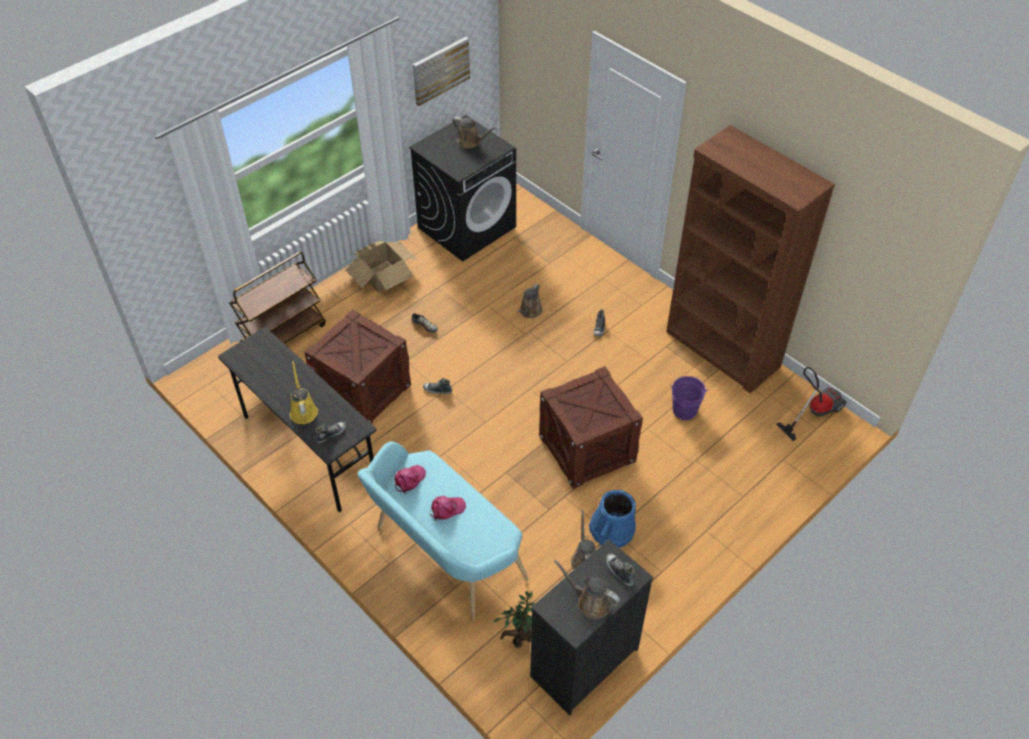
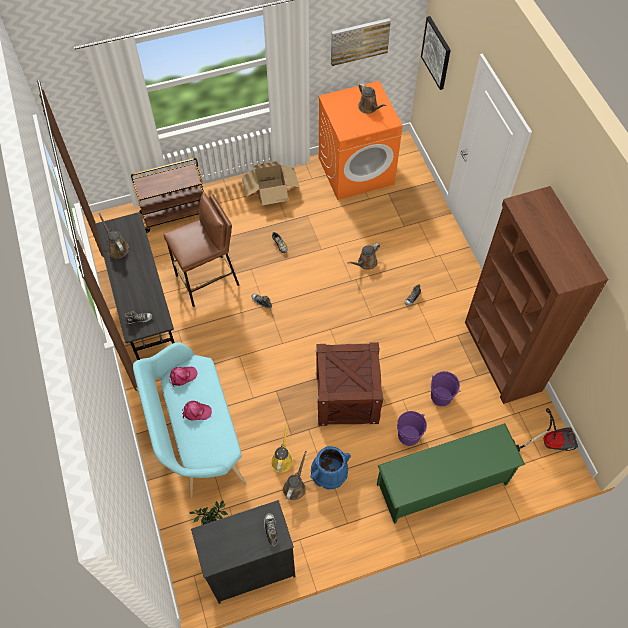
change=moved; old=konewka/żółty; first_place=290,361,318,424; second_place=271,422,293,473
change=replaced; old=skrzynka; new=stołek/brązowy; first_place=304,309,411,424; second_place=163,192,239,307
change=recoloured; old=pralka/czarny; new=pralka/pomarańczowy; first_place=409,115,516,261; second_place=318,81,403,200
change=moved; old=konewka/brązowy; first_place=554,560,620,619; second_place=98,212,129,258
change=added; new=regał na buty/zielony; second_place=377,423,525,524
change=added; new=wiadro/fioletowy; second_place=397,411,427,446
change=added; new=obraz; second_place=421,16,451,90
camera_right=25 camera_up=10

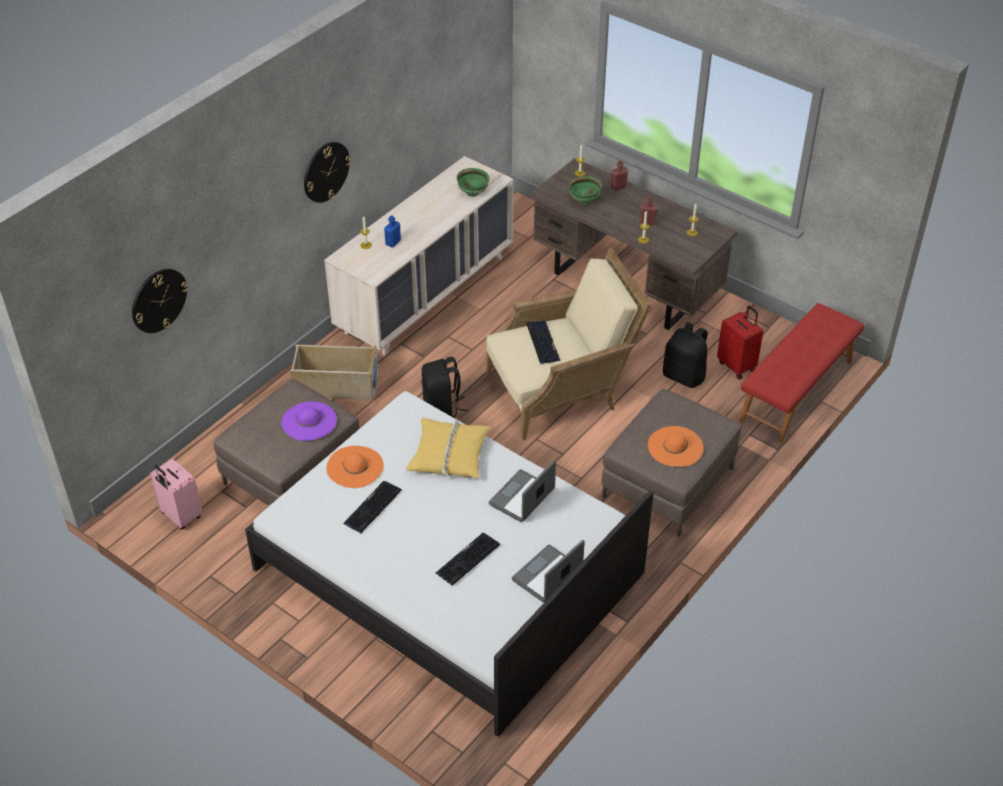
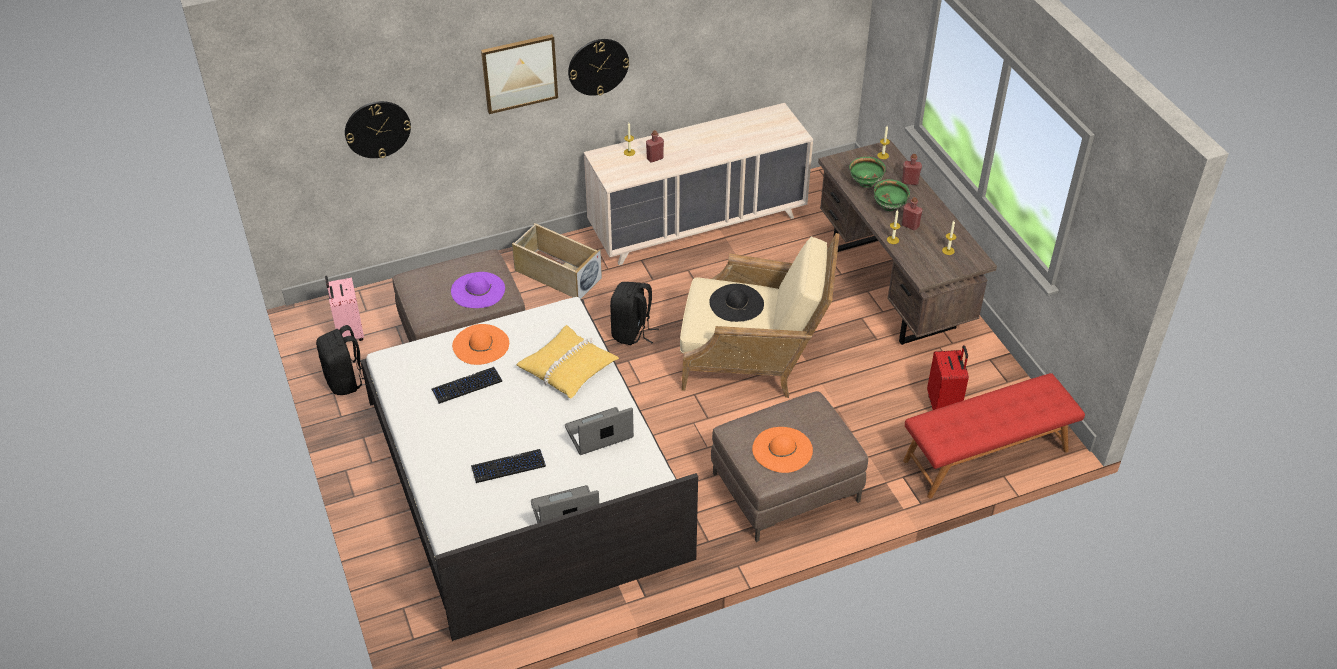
change=recoloured; old=butelka/niebieski; new=butelka/czerwony; first_place=384,215,401,247; second_place=646,130,664,163
change=moved; old=miska/zielony; first_place=457,168,489,197; second_place=874,179,910,211
change=replaced; old=klawiatura; new=kapelusz/czarny; first_place=527,321,560,364; second_place=710,284,764,322
change=moved; old=plecak/czarny; first_place=663,322,708,388; second_place=316,325,364,395
change=added; new=obraz; second_place=481,34,558,114
camera_right=30 camera_up=0

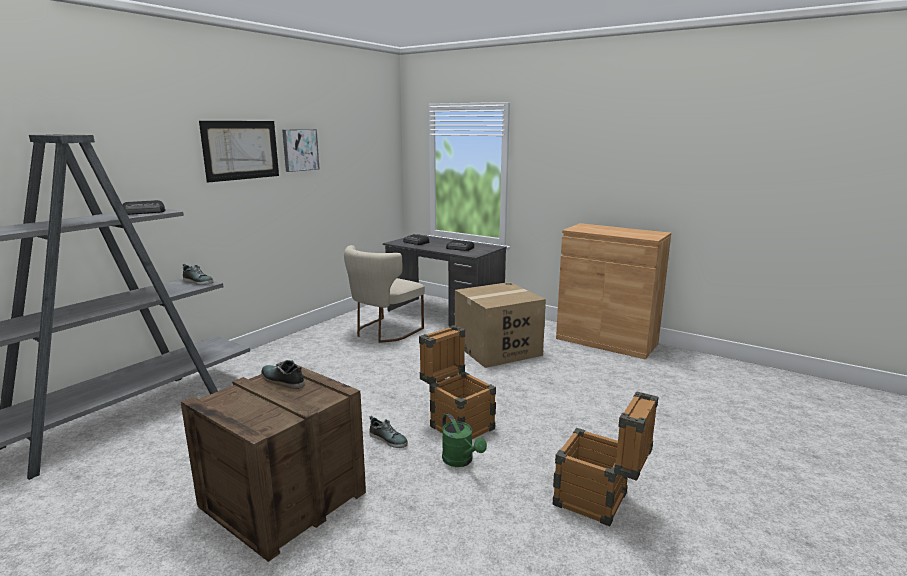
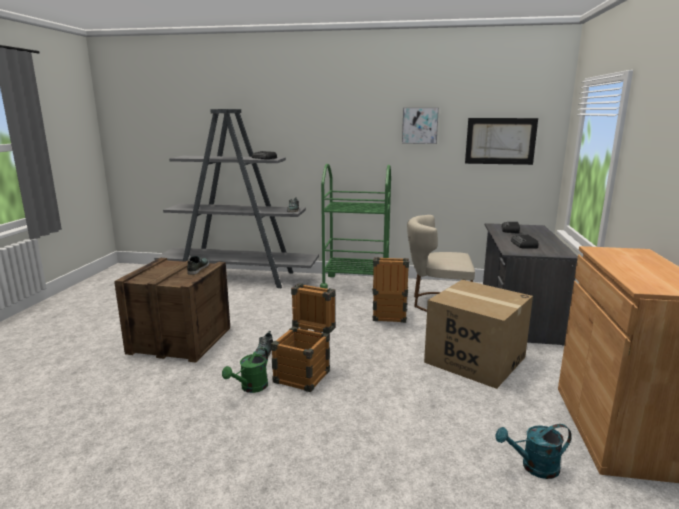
change=moved; old=obraz; first_place=199,121,279,183; second_place=465,118,538,165
change=moved; old=skrzynka; first_place=553,391,658,526; second_place=372,257,409,323
change=added; new=wózek/zielony; second_place=320,164,391,289
change=added; new=konewka/turkusowy; second_place=495,424,572,479
camera_right=65 camera_up=0

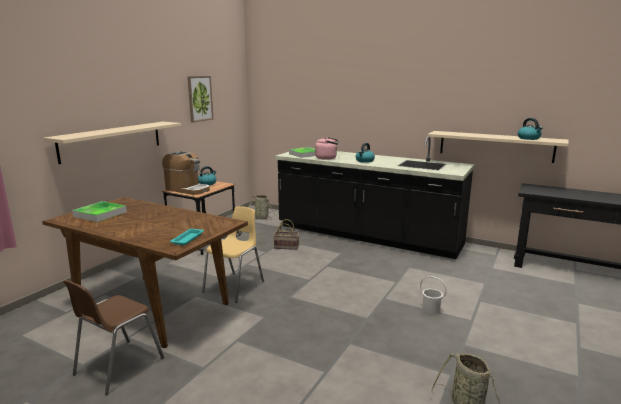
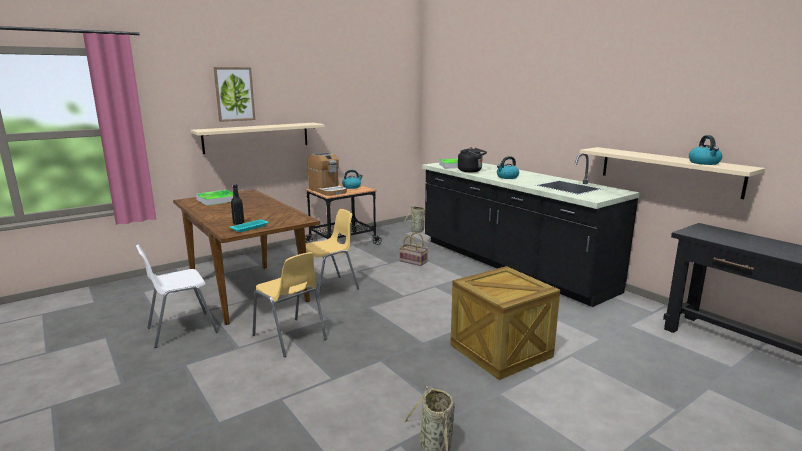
change=recoloured; old=krzesło/brązowy; new=krzesło/biały; first_place=63,280,164,395; second_place=136,245,218,348
change=moved; old=obraz; first_place=187,76,213,122; second_place=213,67,255,122
change=recoloured; old=czajnik/różowy; new=czajnik/czarny; first_place=315,137,339,160; second_place=458,147,487,172
change=replaced; old=wiadro/biały; new=skrzynka; first_place=420,276,447,315; second_place=451,266,560,380
change=added; new=butelka/czarny; second_place=231,184,244,224
change=added; new=krzesło/żółty; second_place=253,252,327,357
camera_right=25 camera_up=0

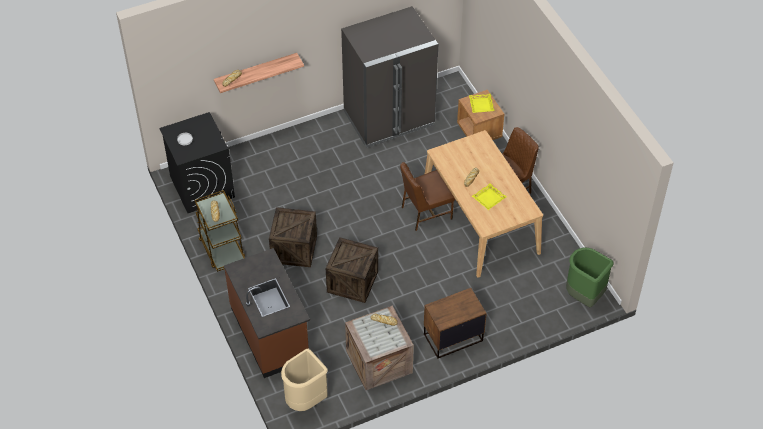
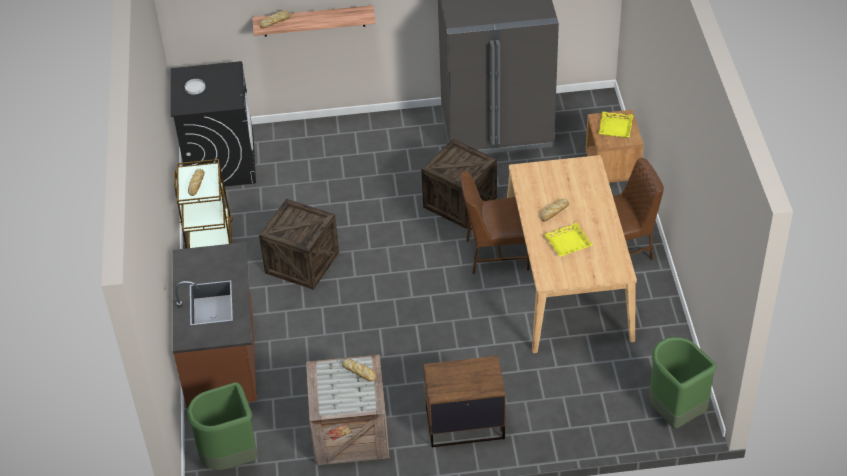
change=recoloured; old=kosz na śmieci/beżowy; new=kosz na śmieci/zielony; first_place=281,349,328,411; second_place=187,382,258,470
change=moved; old=skrzynka; first_place=326,237,378,303; second_place=421,139,497,229
camera_right=20 camera_up=-5

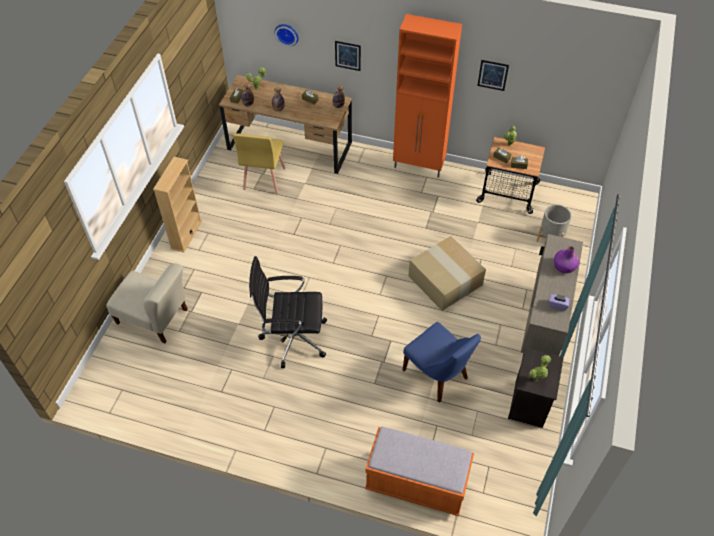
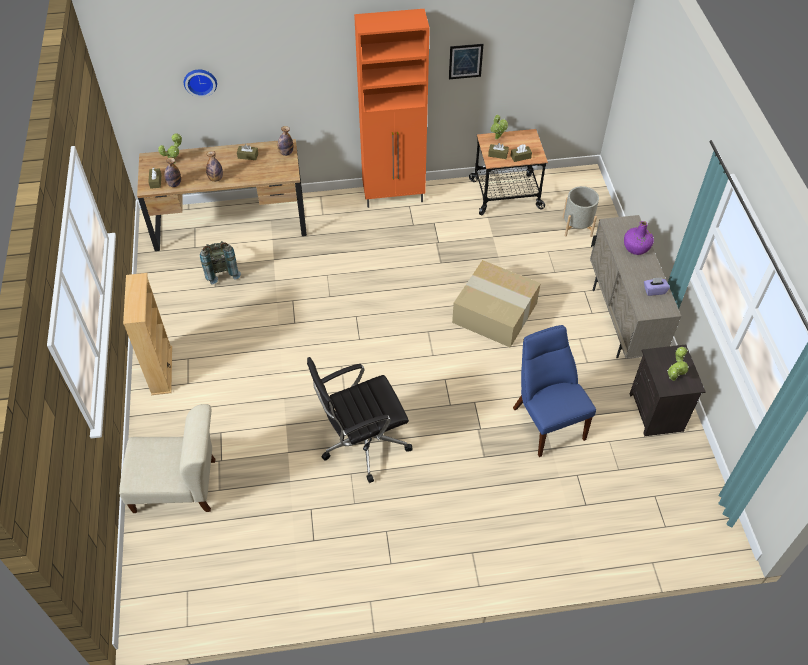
change=replaced; old=krzesło/żółty; new=plecak/szary; first_place=233,133,286,194; second_place=200,241,241,284
change=removed; old=obraz; first_place=335,41,361,71
change=removed; old=ławka/pomarańczowy; first_place=365,427,474,516
change=turned; old=krzesło/niebieski; first_place=403,322,481,403; second_place=513,325,596,457; degrees=-135
camera_right=-25 camera_up=0

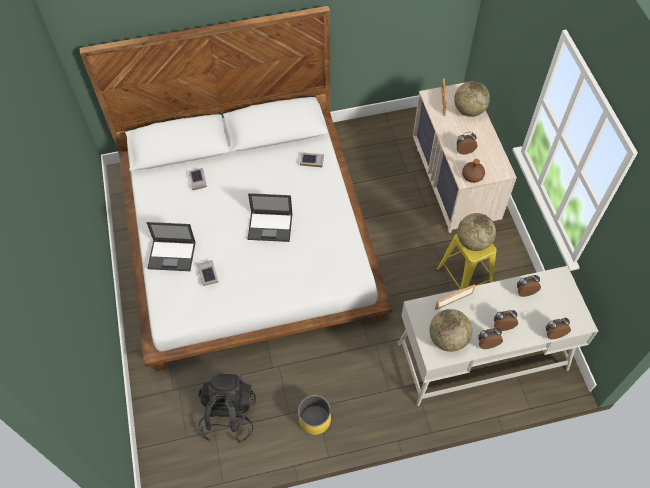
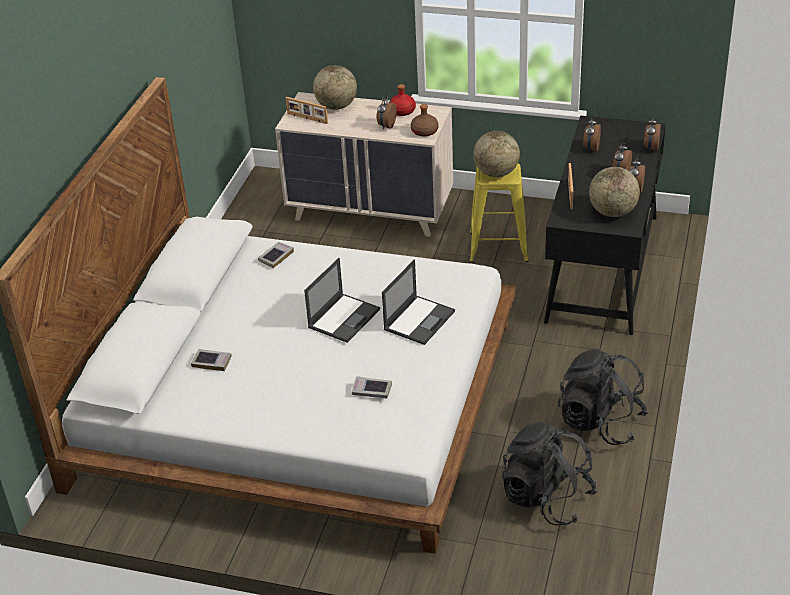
change=moved; old=laptop; first_place=146,222,196,271; second_place=382,260,455,345
change=replaced; old=donica/żółty; new=plecak/czarny; first_place=298,395,331,435; second_place=558,348,649,445
change=recoloured; old=biurko/biały; new=biurko/czarny; first_place=398,266,598,406; second_place=544,115,666,335
change=added; new=butelka/czerwony; second_place=389,84,416,116
camera_right=-60 camera_up=-20

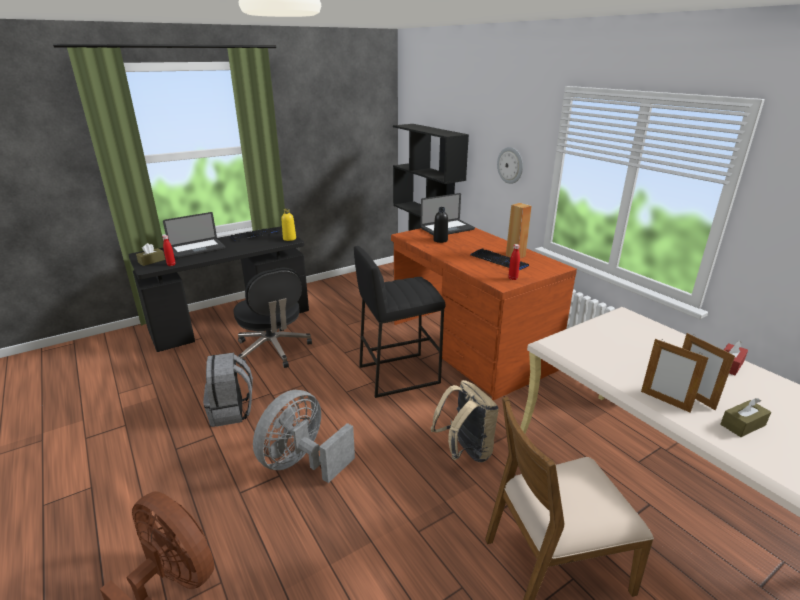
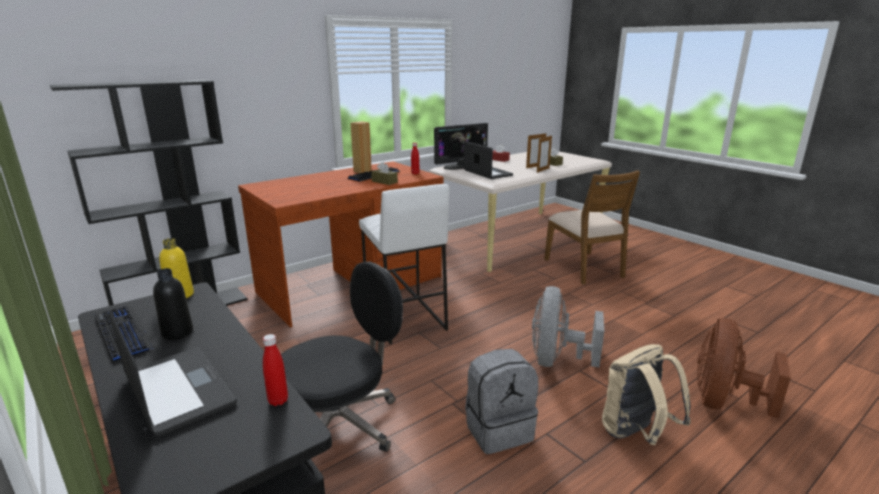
change=moved; old=pudełko chusteczek/brązowy; first_place=136,243,165,266; second_place=371,162,398,185
change=turned; old=wentylator/szary; first_place=253,390,355,483; second_place=532,286,604,367; degrees=75
change=recoloured; old=stołek/czarny; new=stołek/biały; first_place=354,246,445,398; second_place=359,184,449,344
change=moved; old=laptop; first_place=421,193,475,236; second_place=464,141,513,179
change=moved; old=plecak/beżowy; first_place=431,380,498,463; second_place=602,344,691,445
change=moved; old=butelka/czarny; first_place=433,207,448,243; second_place=153,268,193,340
change=removed; old=zegar ścienny; first_place=497,147,523,184
change=added; new=monitor; second_place=434,123,488,170
camera_right=-95 camera_up=-5

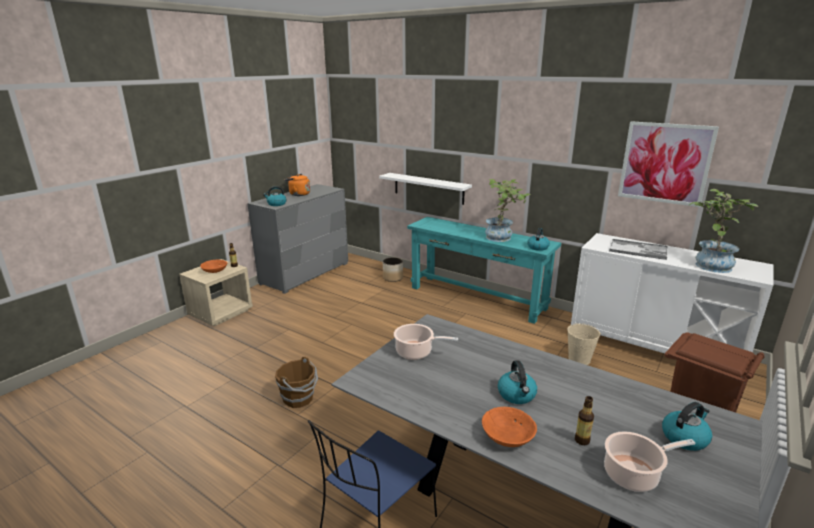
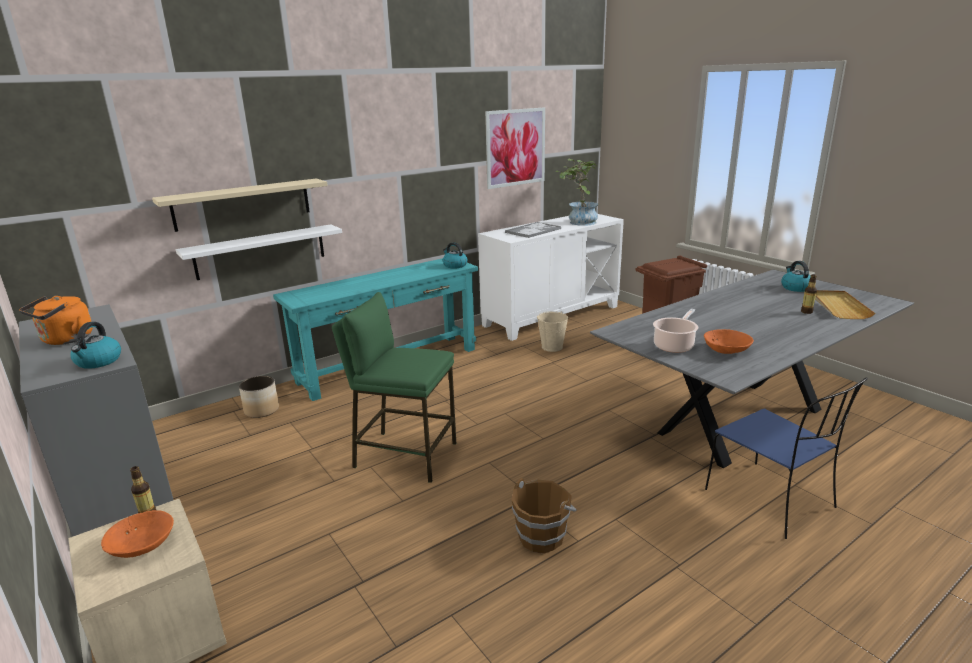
change=moved; old=miska/pomarańczowy; first_place=482,407,537,447; second_place=704,329,754,354
change=removed; old=roślina doniczkowa; first_place=485,179,531,242
change=removed; old=czajnik; first_place=498,360,537,404
change=replaced; old=garnek; new=taca/beżowy; first_place=604,431,695,492; second_place=815,290,875,319
change=added; new=półka/beżowy; second_place=152,179,328,232
change=added; new=stołek/zielony; second_place=332,292,456,483
camera_right=-70 camera_up=0

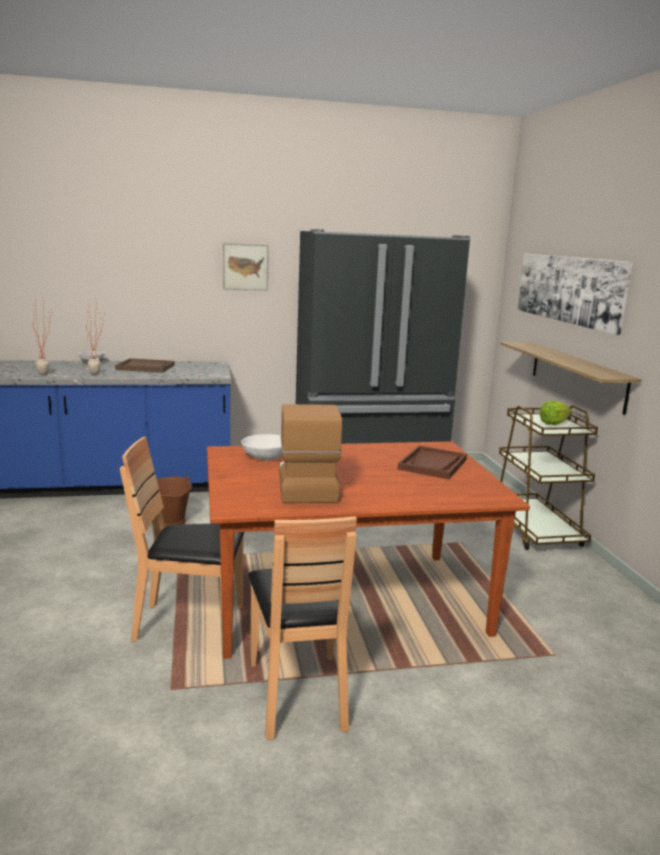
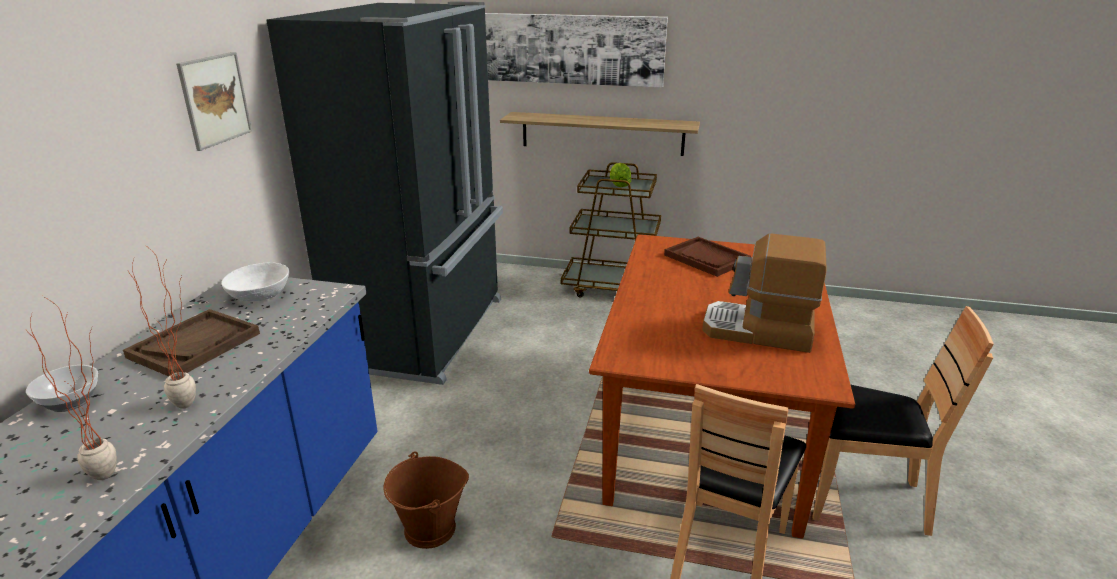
change=moved; old=miska/biały; first_place=241,434,282,461; second_place=221,263,289,301
camera_right=-65 camera_up=10

